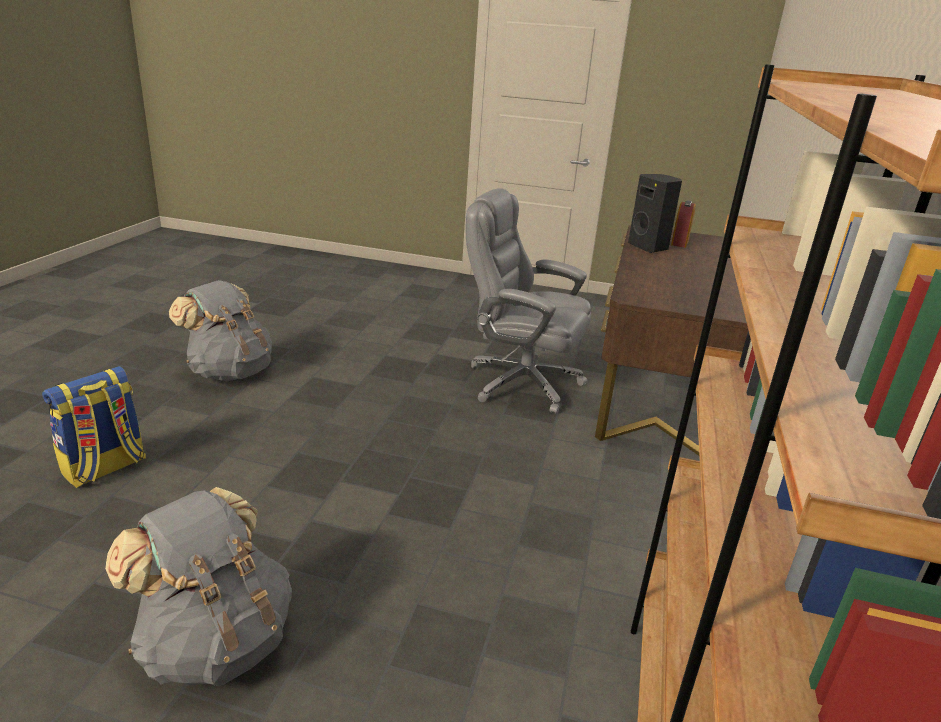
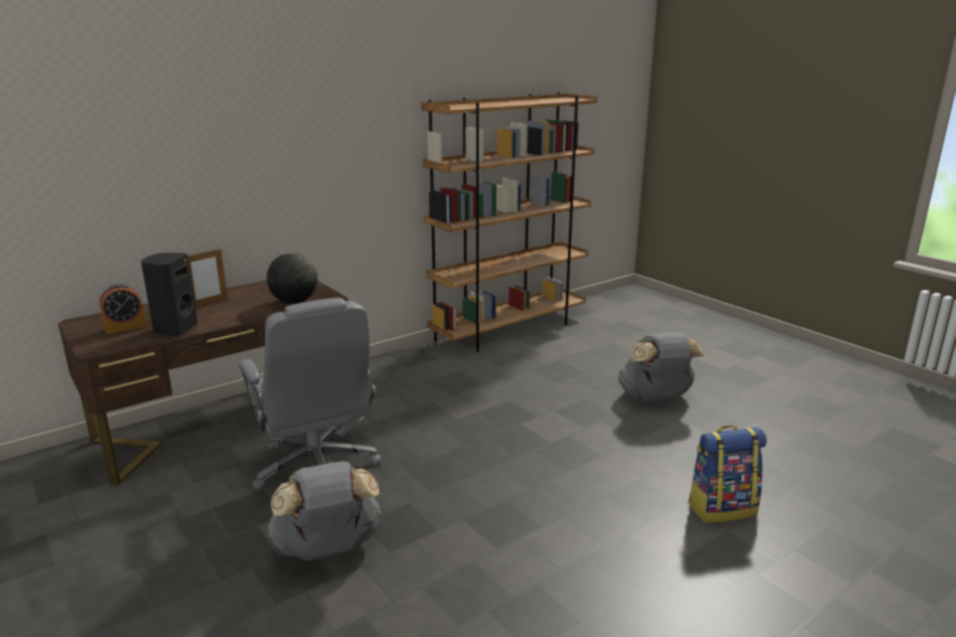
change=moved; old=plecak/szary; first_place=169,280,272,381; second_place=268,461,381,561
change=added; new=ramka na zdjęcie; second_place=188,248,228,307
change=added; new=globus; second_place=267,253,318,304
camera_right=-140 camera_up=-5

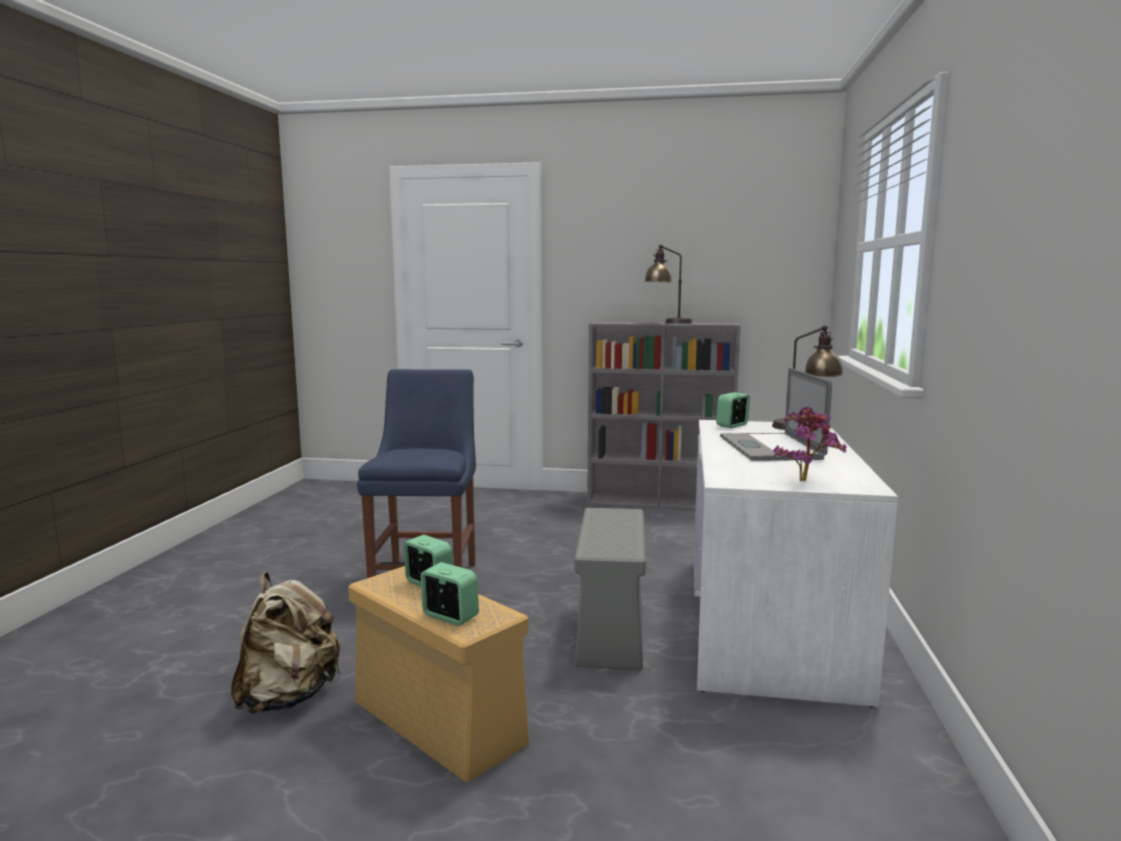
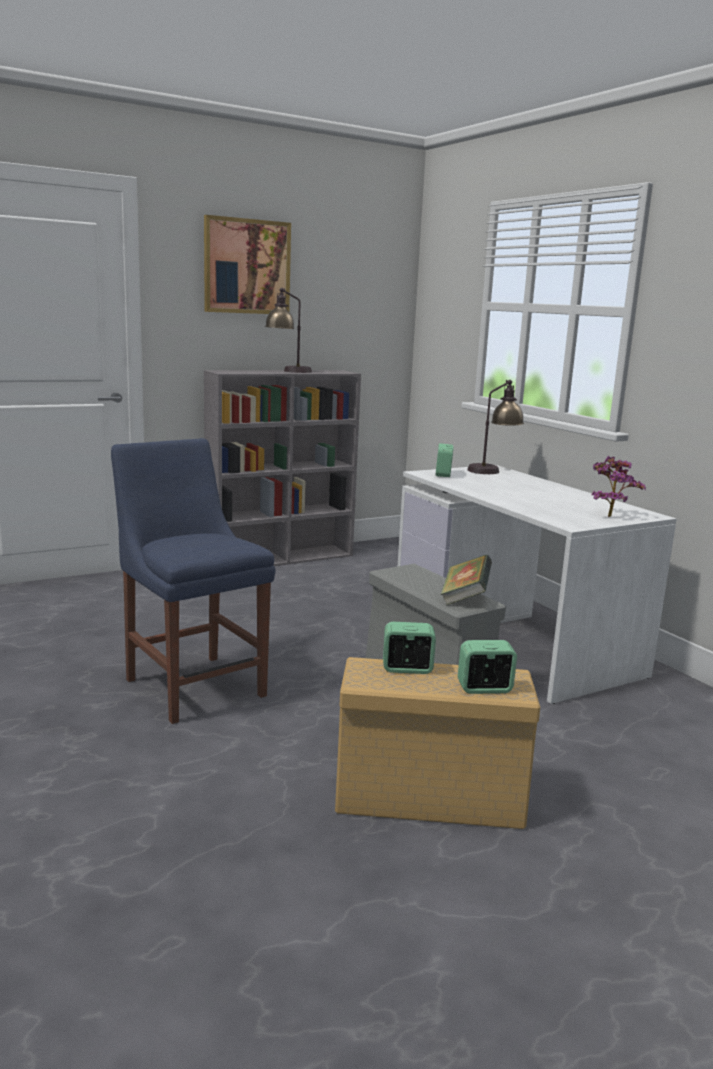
change=removed; old=plecak/beżowy; first_place=231,572,341,714
change=removed; old=laptop; first_place=720,368,832,461
change=added; new=obraz; second_place=204,215,291,314
change=added; new=książka; second_place=441,555,492,605
camera_right=-40 camera_up=5

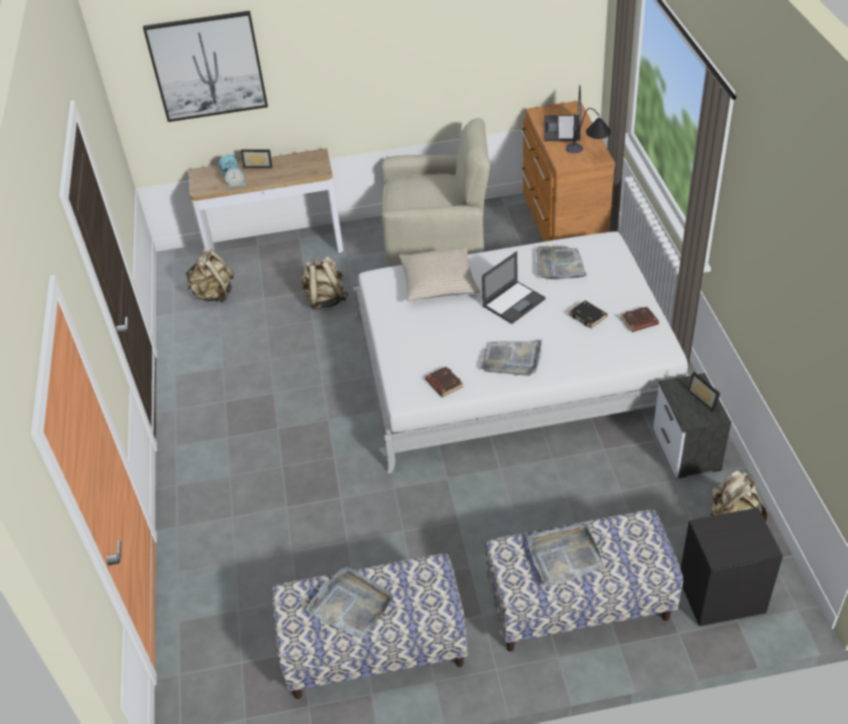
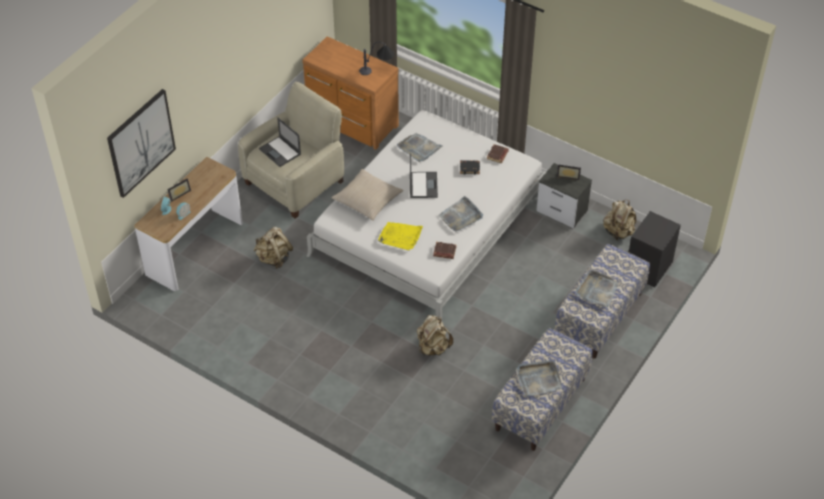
change=moved; old=plecak/beżowy; first_place=185,248,234,303; second_place=417,315,453,356
change=moved; old=laptop; first_place=544,85,581,141; second_place=259,117,301,167
change=added; new=taca/żółty; second_place=378,222,423,250
camera_right=-50 camera_up=5

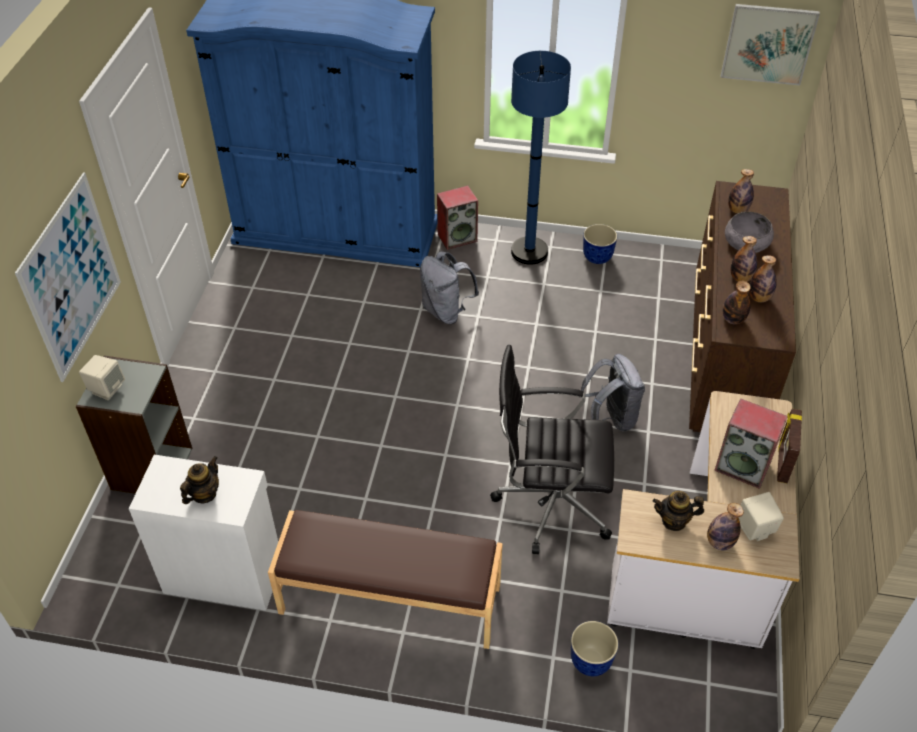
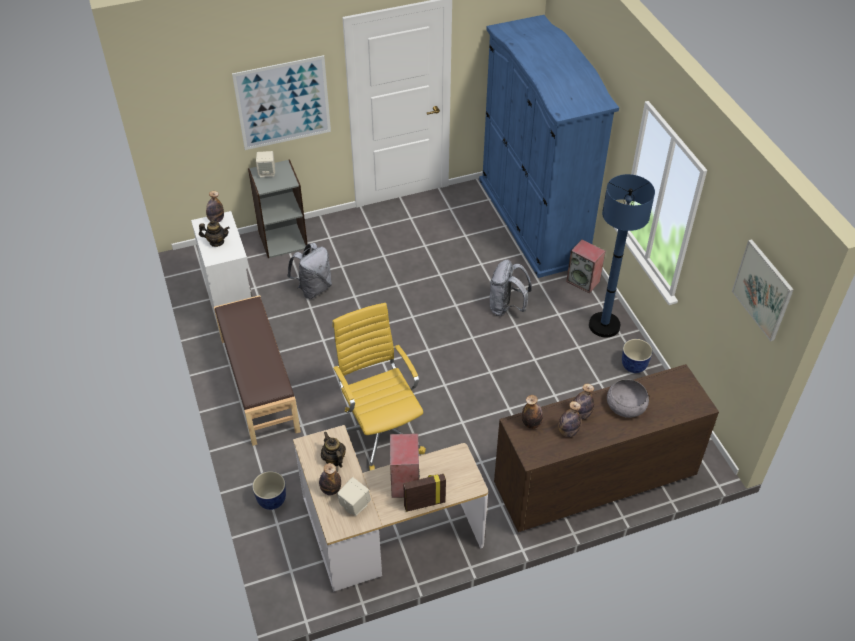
change=recoloured; old=krzesło biurowe/czarny; new=krzesło biurowe/żółty; first_place=490,345,614,554; second_place=332,303,426,470
change=moved; old=plecak/szary; first_place=581,354,645,431; second_place=287,243,332,299
change=moved; old=butelka; first_place=728,169,754,213; second_place=206,191,224,222
camera_right=60 camera_up=0

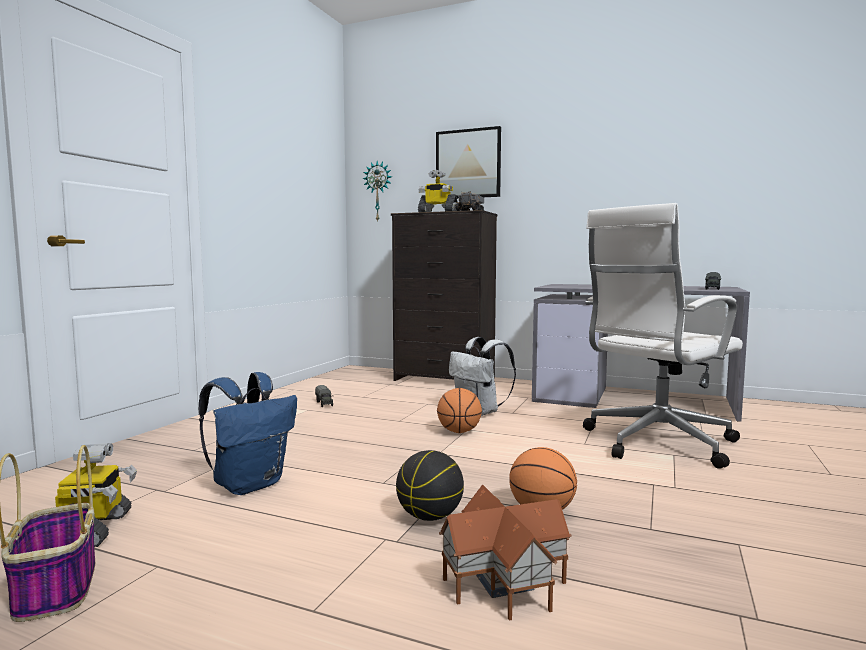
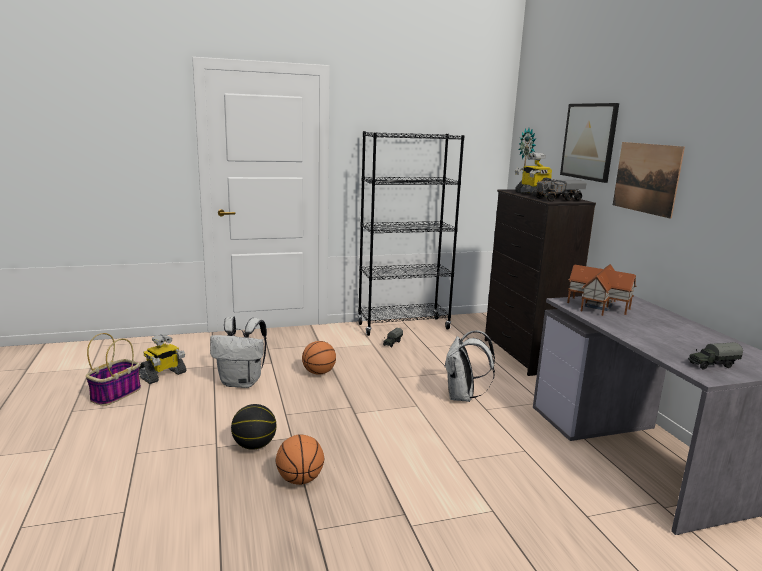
change=recoloured; old=plecak/niebieski; new=plecak/biały; first_place=199,372,297,495; second_place=210,316,267,388
change=moved; old=piłka do koszykówki; first_place=437,388,482,433; second_place=302,341,336,375
change=moved; old=domek; first_place=439,485,572,621; second_place=567,264,636,316
change=removed; old=krzesło biurowe/biały; first_place=583,203,743,469
change=added; new=regał/czarny; second_place=358,131,465,336
change=added; new=obraz; second_place=613,142,685,219
camera_right=50 camera_up=10

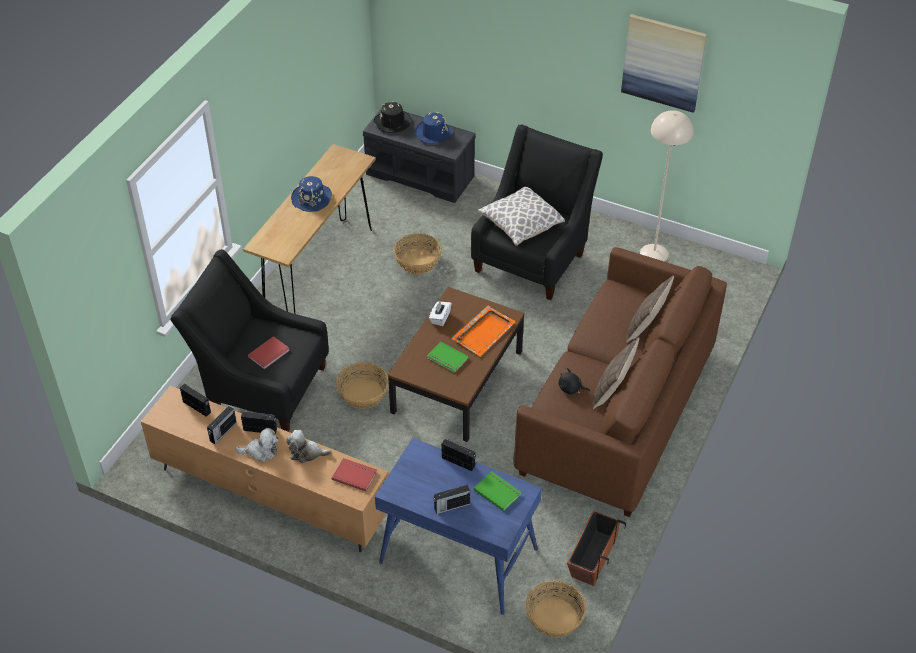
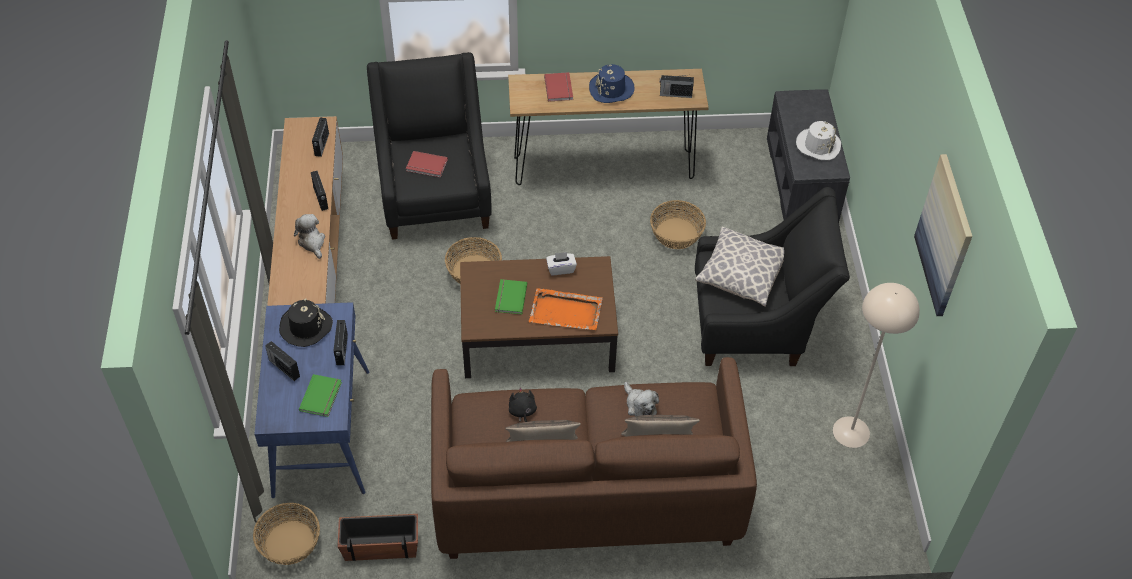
change=moved; old=radio; first_place=207,406,237,444; second_place=660,75,694,98
change=moved; old=pluszak; first_place=235,428,278,462; second_place=624,382,659,416
change=moved; old=książka/czerwony; first_place=332,458,377,492; second_place=544,72,573,102
change=moved; old=kapelusz/czarny; first_place=374,101,411,133; second_place=279,299,333,347
change=recoloured; old=kapelusz/niebieski; new=kapelusz/biały; first_place=415,112,453,144; second_place=796,121,841,160
camera_right=60 camera_up=5

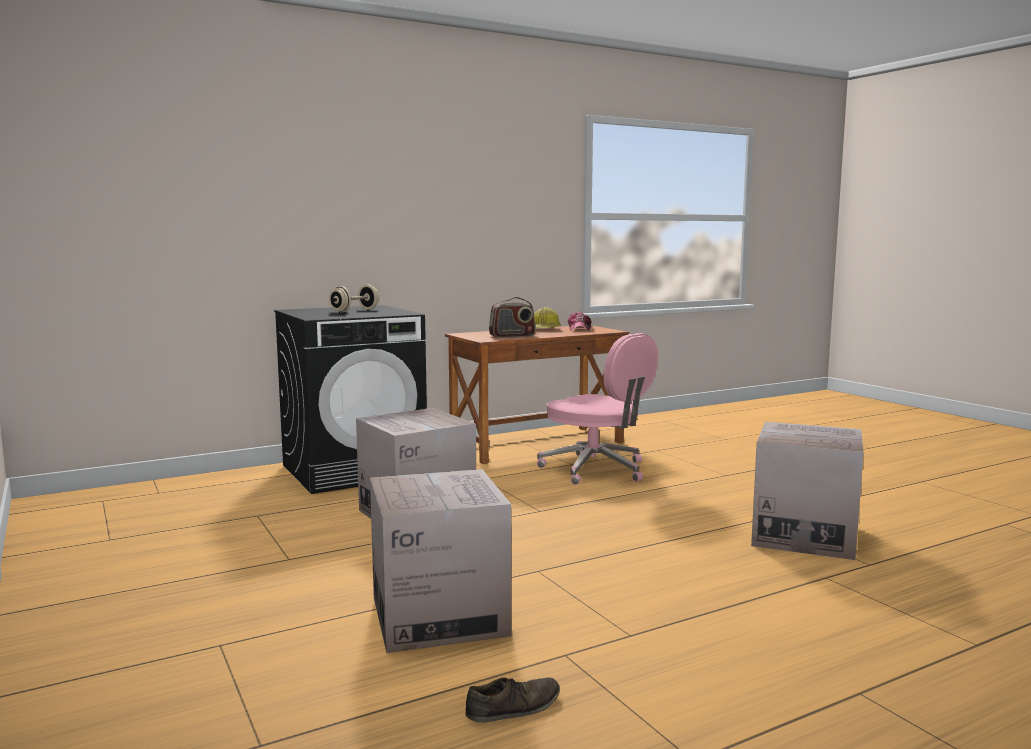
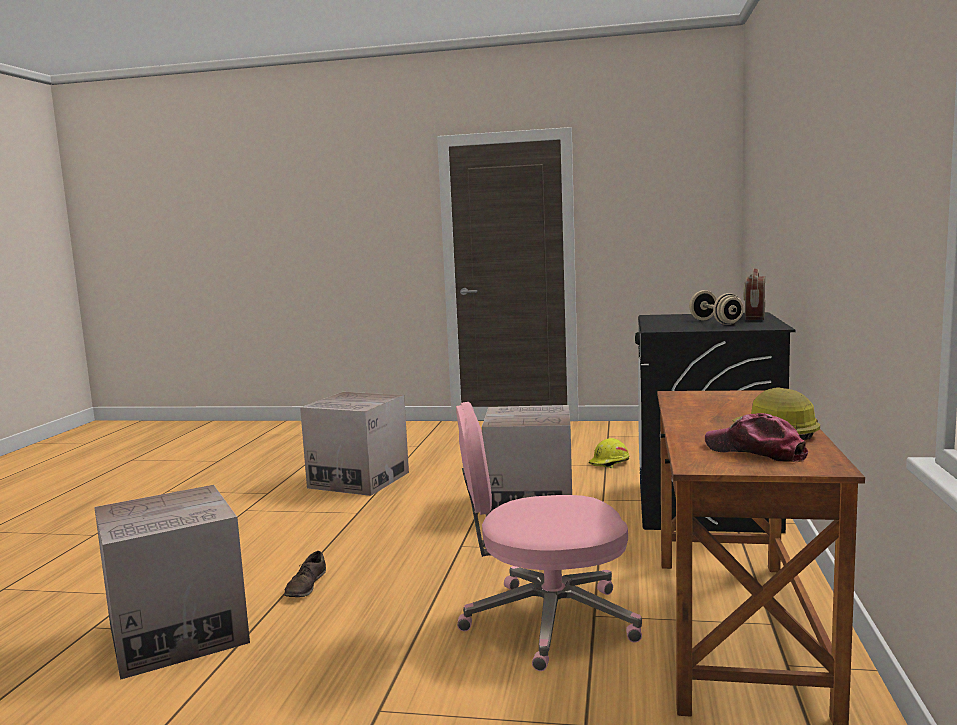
change=moved; old=but/brązowy; first_place=465,678,560,723; second_place=284,551,326,597
change=moved; old=radio; first_place=489,297,535,338; second_place=744,268,765,320
change=added; new=kask/żółty; second_place=589,438,629,468
camera_right=130 camera_up=0

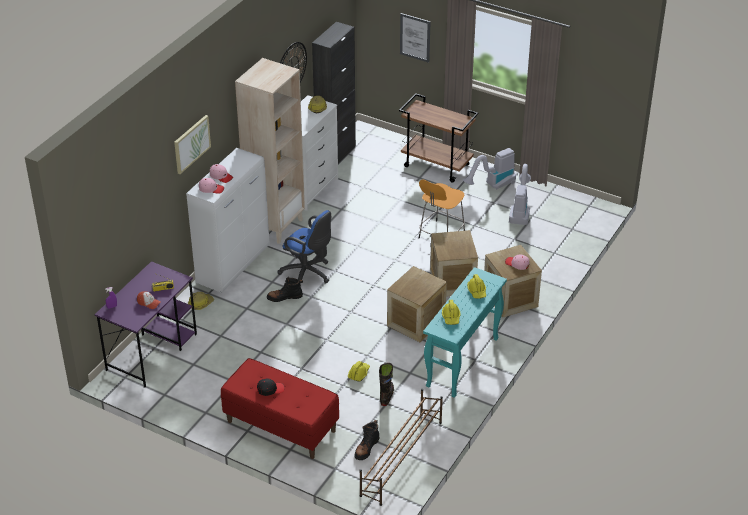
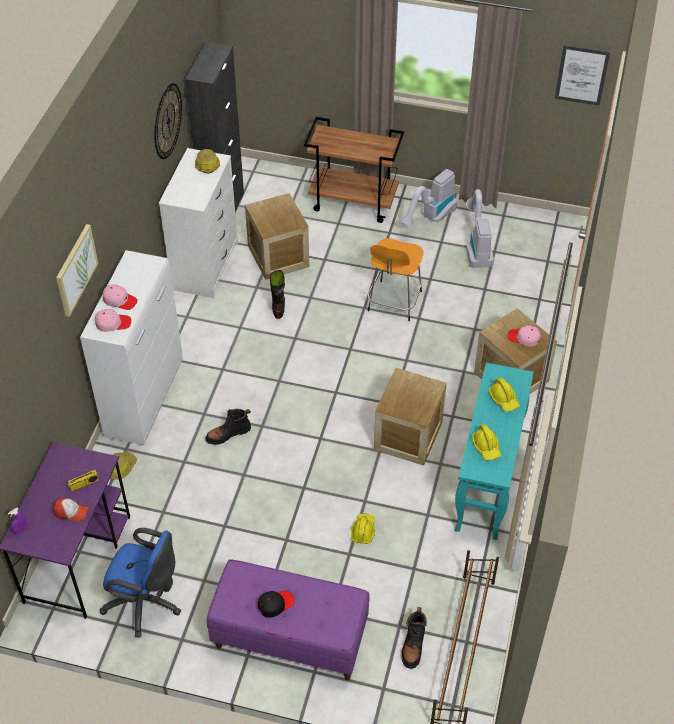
change=recoloured; old=ławka/czerwony; new=ławka/fioletowy; first_place=221,358,339,459; second_place=207,559,370,680
change=removed; old=regał/beżowy; first_place=235,58,305,244
change=moved; old=krzesło biurowe/niebieski; first_place=277,210,331,287; second_place=100,528,181,638
change=moved; old=but z cholewką/czarny; first_place=379,363,394,406; second_place=269,270,285,319
change=moved; old=obraz; first_place=400,13,430,63; second_place=555,45,610,106
change=moved; old=skrzynka; first_place=430,230,478,297; second_place=245,193,309,280
camera_right=-15 camera_up=10

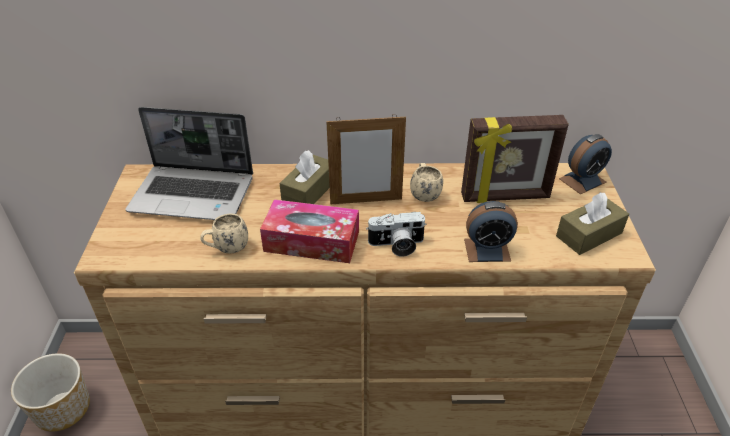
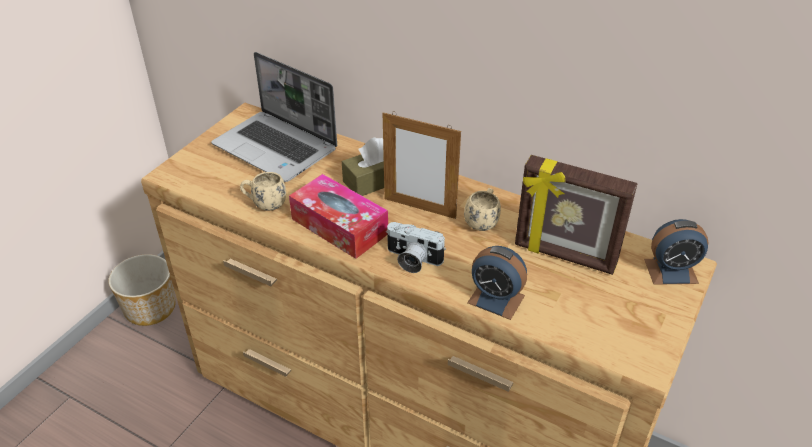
change=removed; old=pudełko chusteczek/brązowy; first_place=556,192,629,255
camera_right=30 camera_up=0

